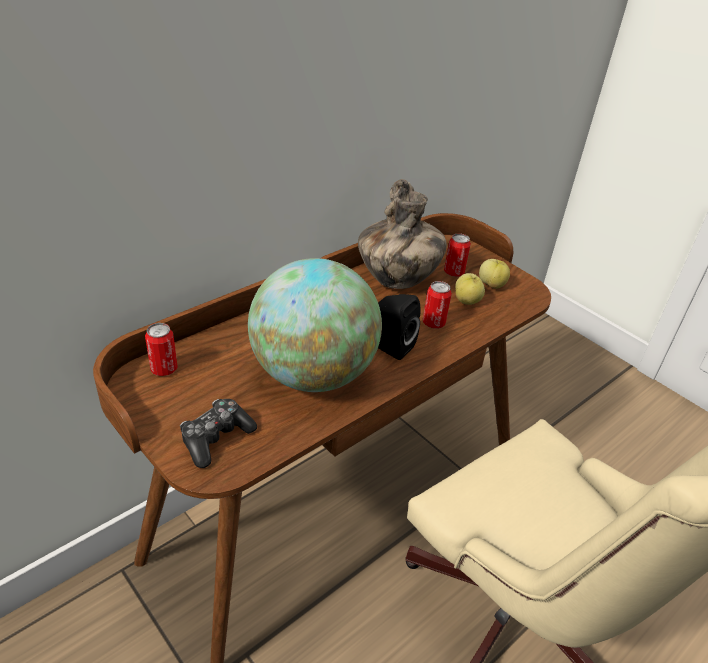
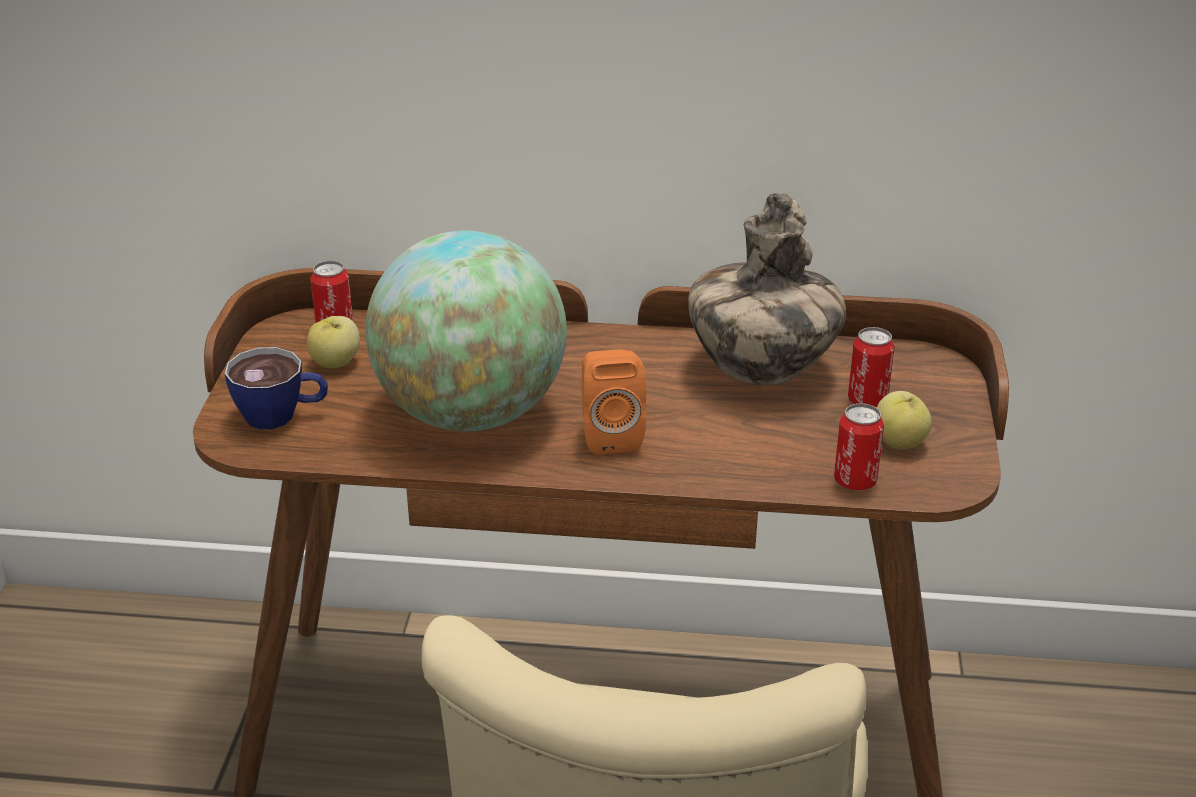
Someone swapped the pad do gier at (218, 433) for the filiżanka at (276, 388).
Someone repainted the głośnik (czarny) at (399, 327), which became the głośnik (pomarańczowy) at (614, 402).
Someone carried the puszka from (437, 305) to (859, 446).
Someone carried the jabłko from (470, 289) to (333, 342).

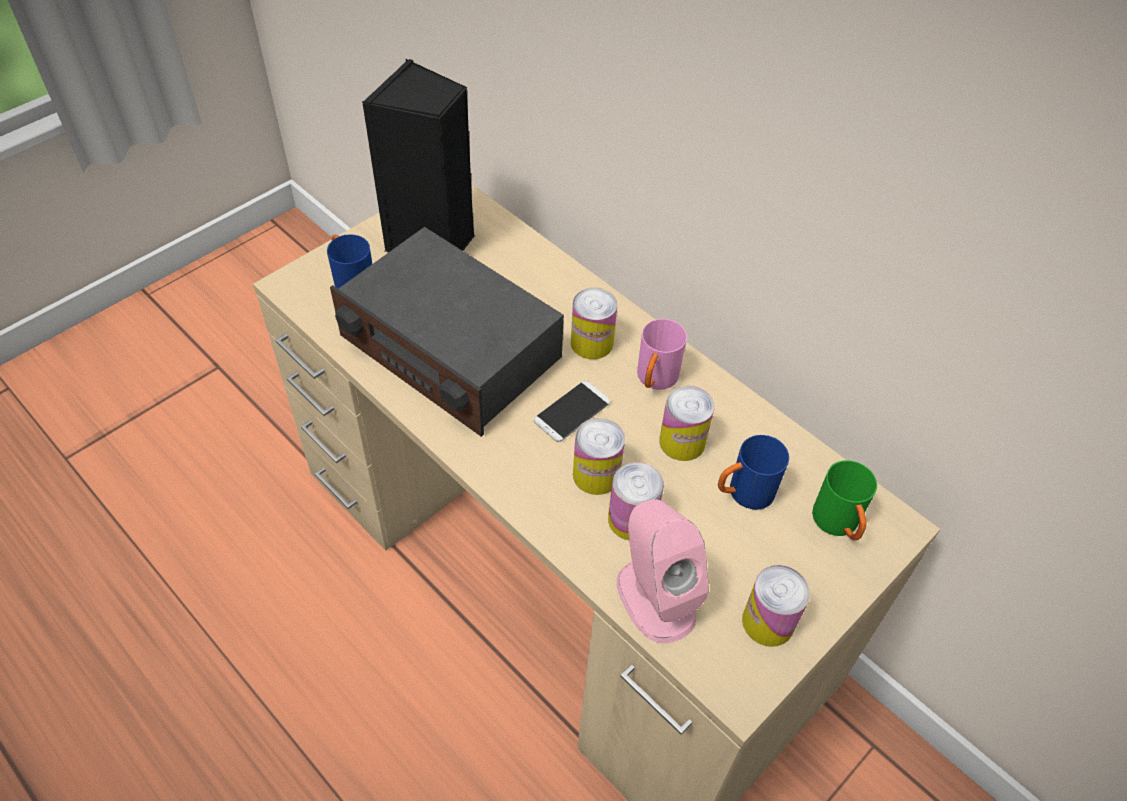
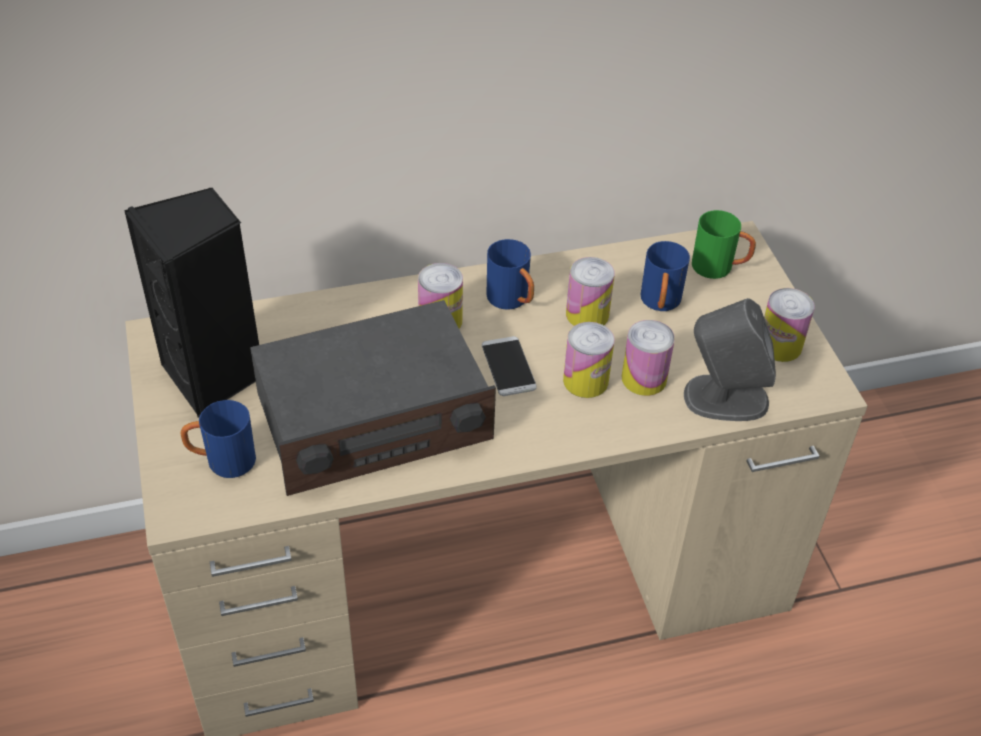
Someone repainted the głośnik (różowy) at (663, 571), which became the głośnik (szary) at (730, 359).
Someone repainted the kubek (różowy) at (662, 354), which became the kubek (niebieski) at (510, 274).

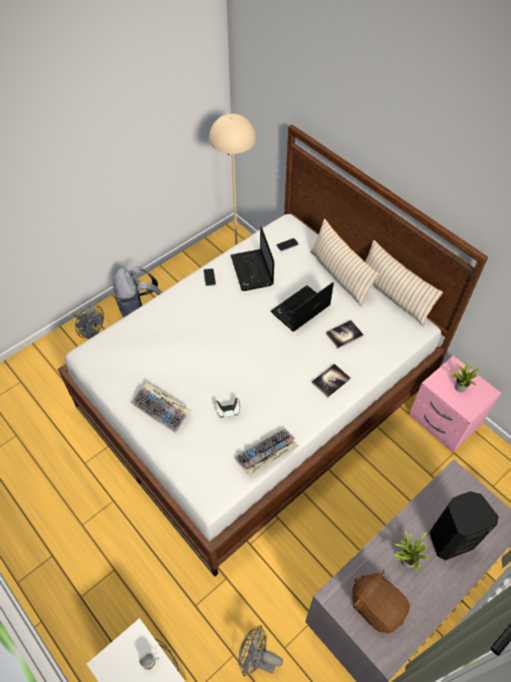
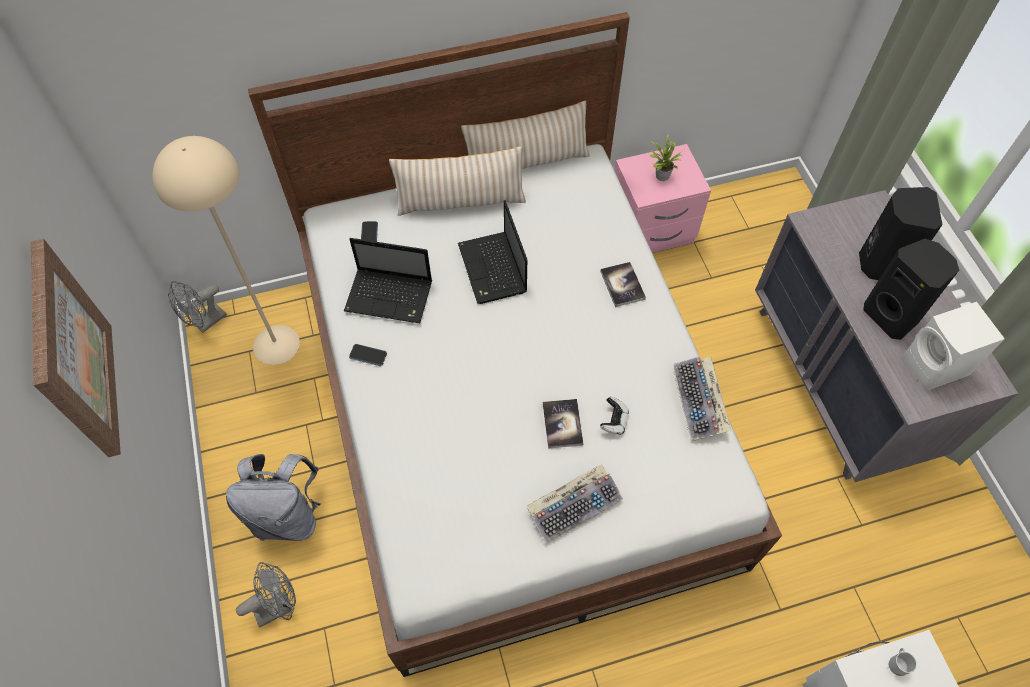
Someone carried the wentylator (szary) from (261, 650) to (197, 307).
Someone carried the książka from (345, 334) to (563, 424).
Someone swapped the pluszak (brązowy) at (381, 601) for the głośnik (biały) at (954, 346).
Someone swapped the roślina doniczkowa at (411, 550) for the głośnik (czarny) at (911, 289).
Someone put up the obraz at (76, 348).

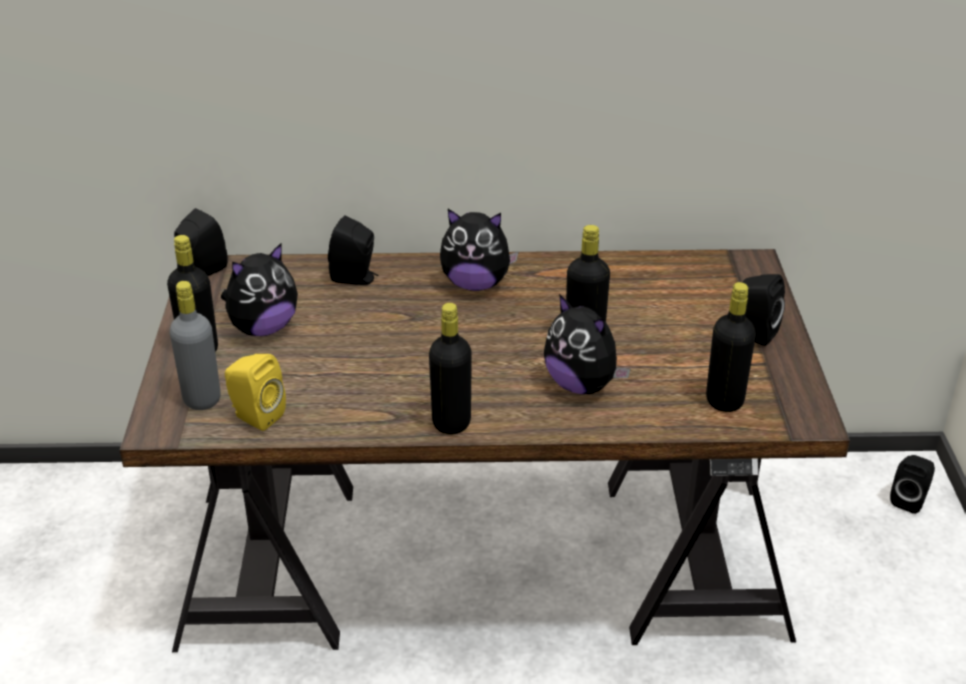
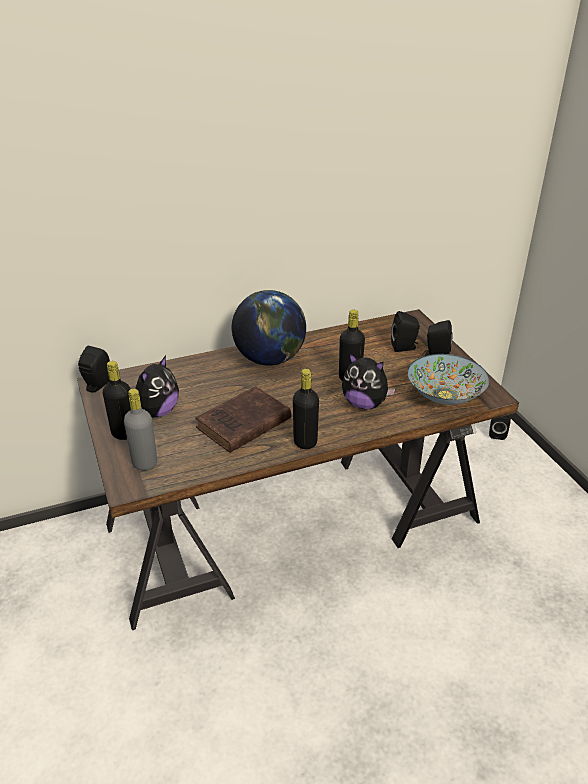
Someone took away the głośnik (żółty) at (255, 392).
Someone carried the głośnik (czarny) from (353, 250) to (405, 331).
Someone swapped the pluszak at (479, 250) for the globus at (269, 328).
Someone swapped the butelka (czarny) at (731, 347) for the miska at (448, 379).
Someone put down the książka (brązowy) at (243, 419).

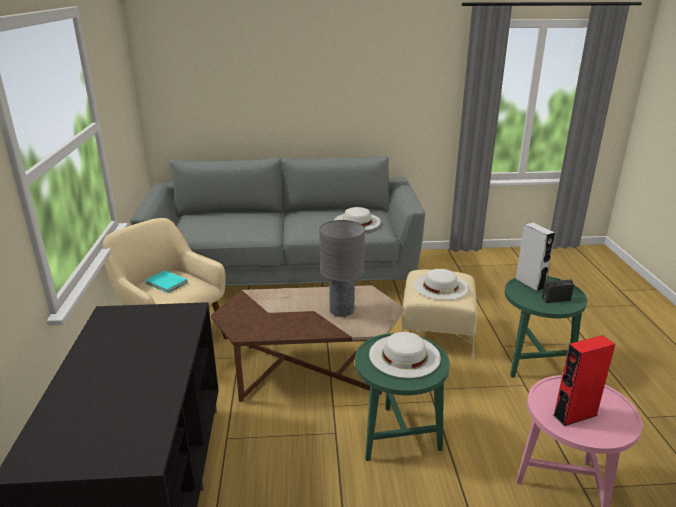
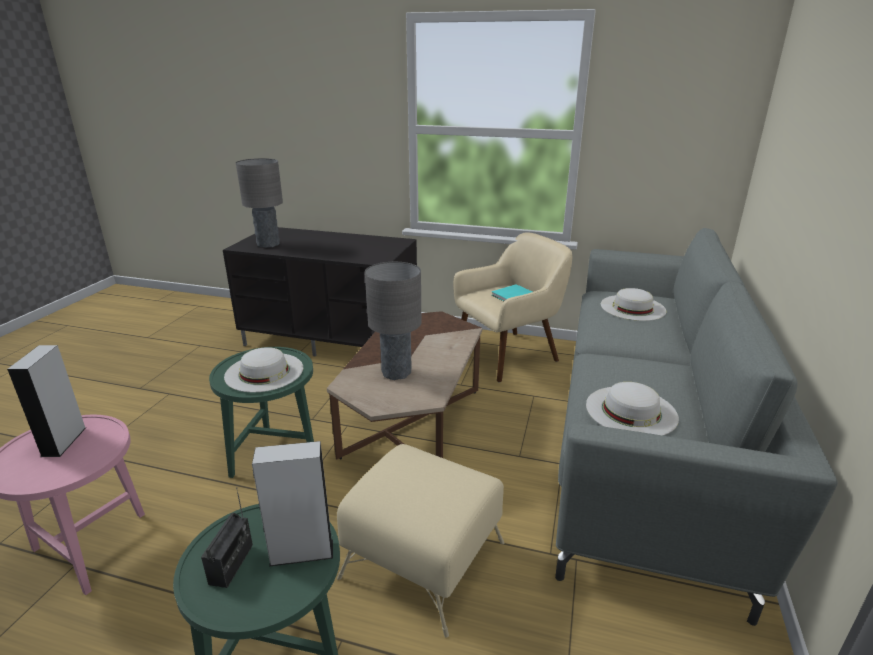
Someone carried the kapelusz (biały) from (441, 284) to (633, 304).
Someone repainted the głośnik (czerwony) at (584, 380), which became the głośnik (szary) at (46, 401).
Someone put down the lampa stołowa (szary) at (259, 203).

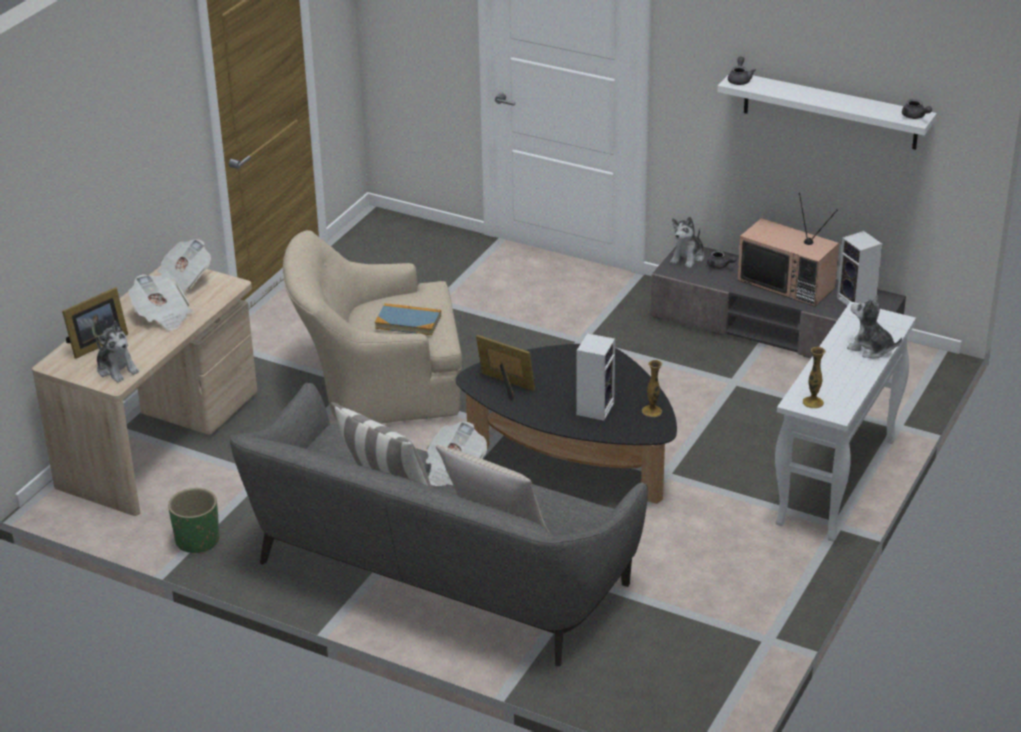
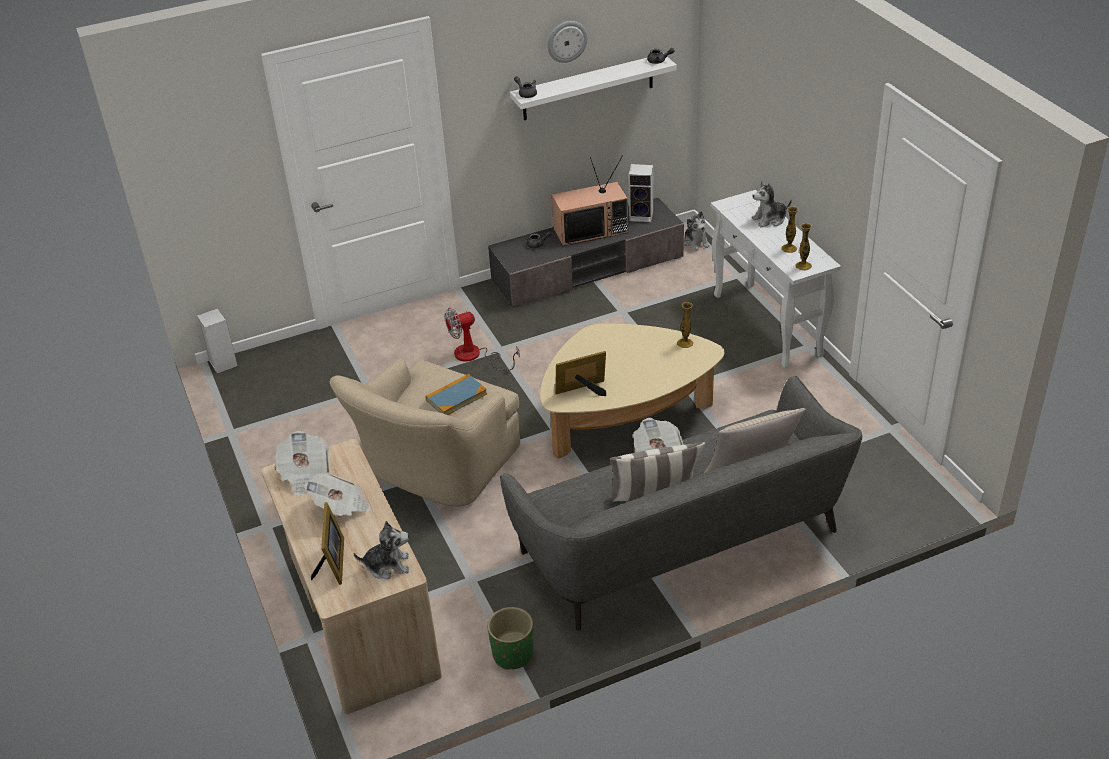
Someone repainted the ława (czarny) at (566, 424), which became the ława (beżowy) at (632, 391).
Someone carried the głośnik from (595, 377) to (217, 340).
Someone carried the pluszak from (687, 242) to (697, 231).
Someone put down the wentylator at (482, 339).
Someone put up the zegar ścienny at (567, 42).
Someone put down the wazon at (790, 229).

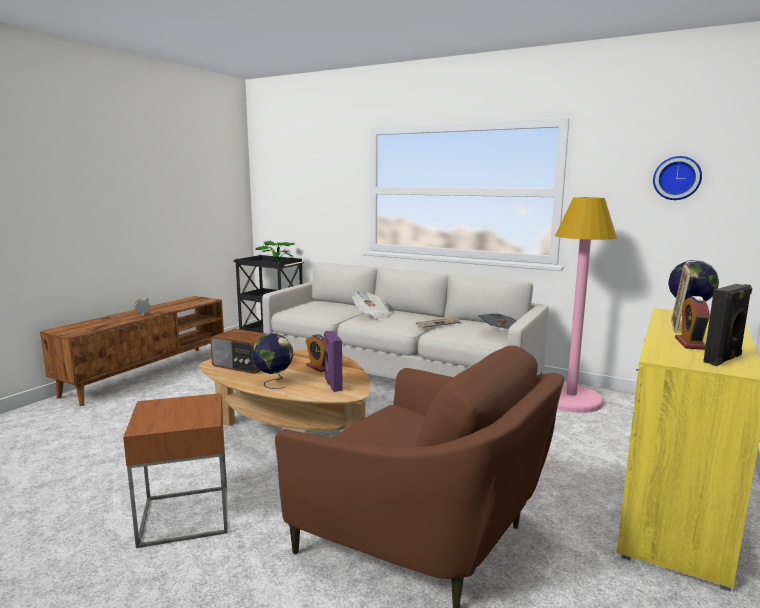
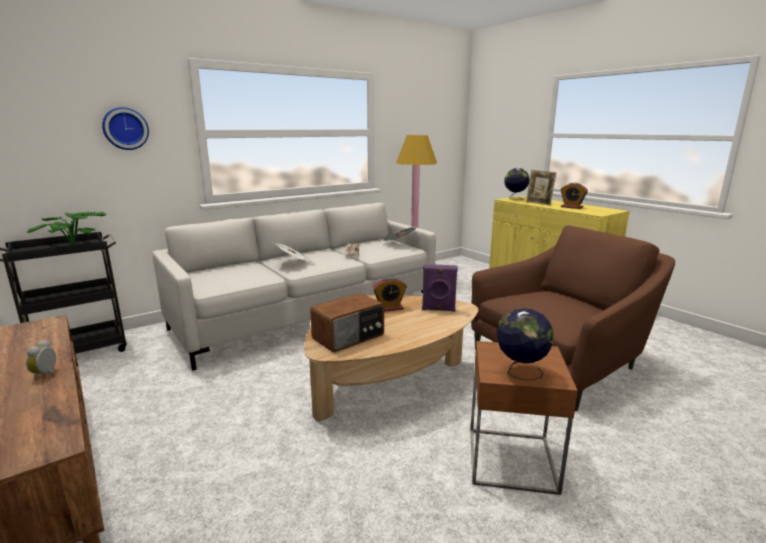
Someone carried the globus from (272, 361) to (525, 344).
Someone carried the zegar ścienny from (677, 178) to (125, 128).
Someone took away the głośnik (czarny) at (727, 325).

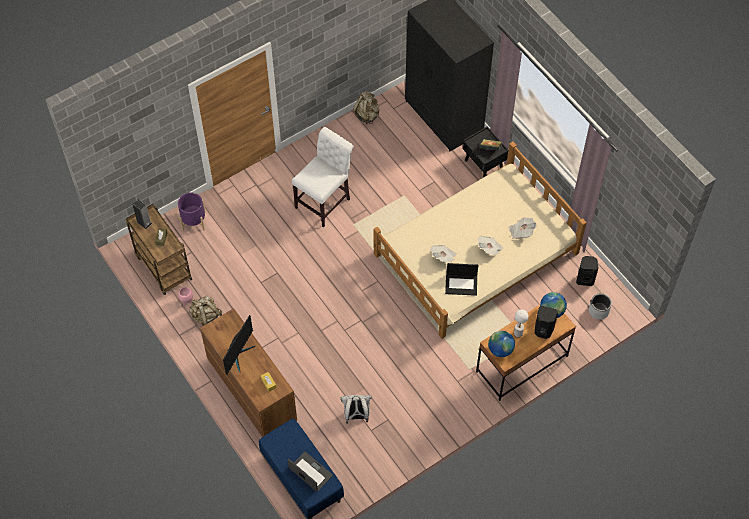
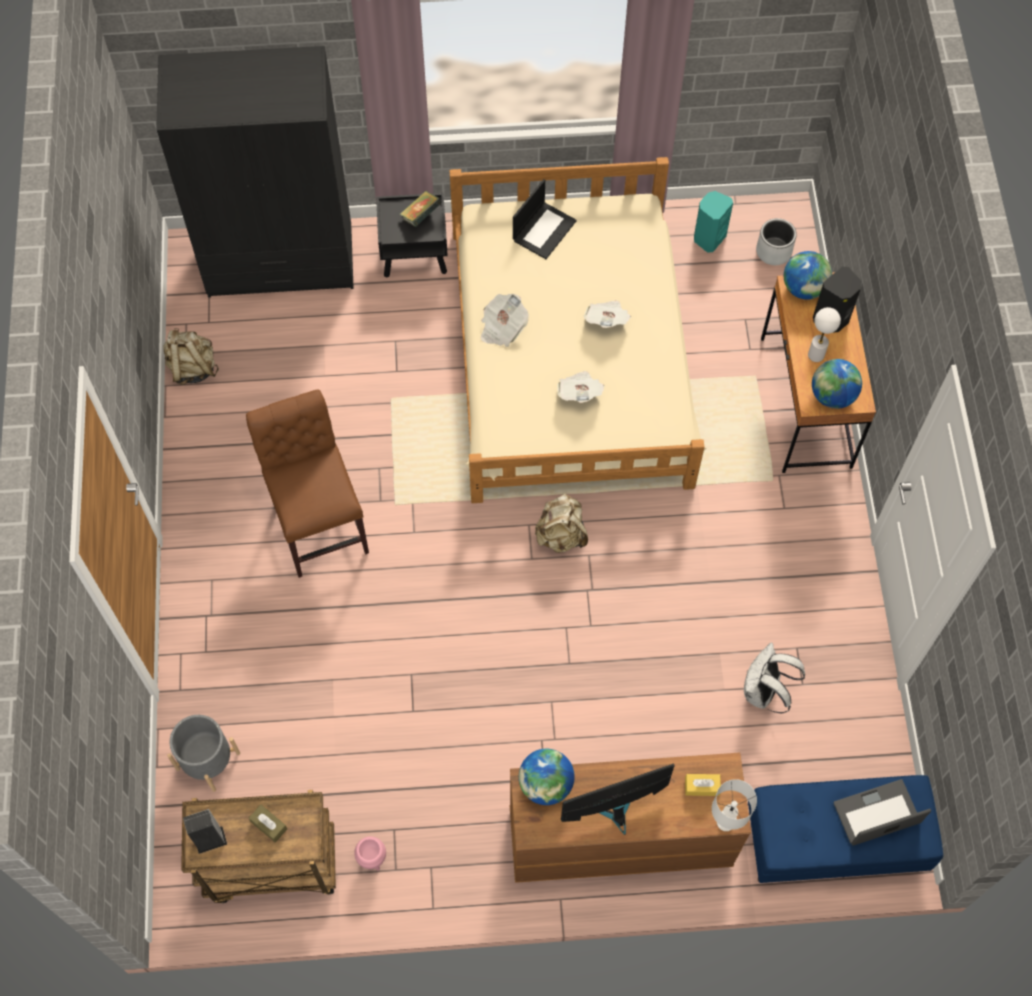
Someone repainted the donica (fioletowy) at (192, 211), which became the donica (szary) at (203, 753).
Someone carried the plecak (beżowy) from (205, 311) to (561, 523).
Someone rotated the monitor at (239, 345) by 75 degrees counterclockwise.
Someone repainted the krzesło (biały) at (323, 177), which became the krzesło (brązowy) at (307, 484).
Someone carried the laptop from (461, 279) to (545, 219).
Someone carried the gazeta from (523, 228) to (505, 320).
Someone repainted the głośnik (czarny) at (587, 271), which became the głośnik (turkusowy) at (713, 222).
Someone put down the globus at (547, 777).
Someone put down the lampa stołowa (biały) at (734, 805).

